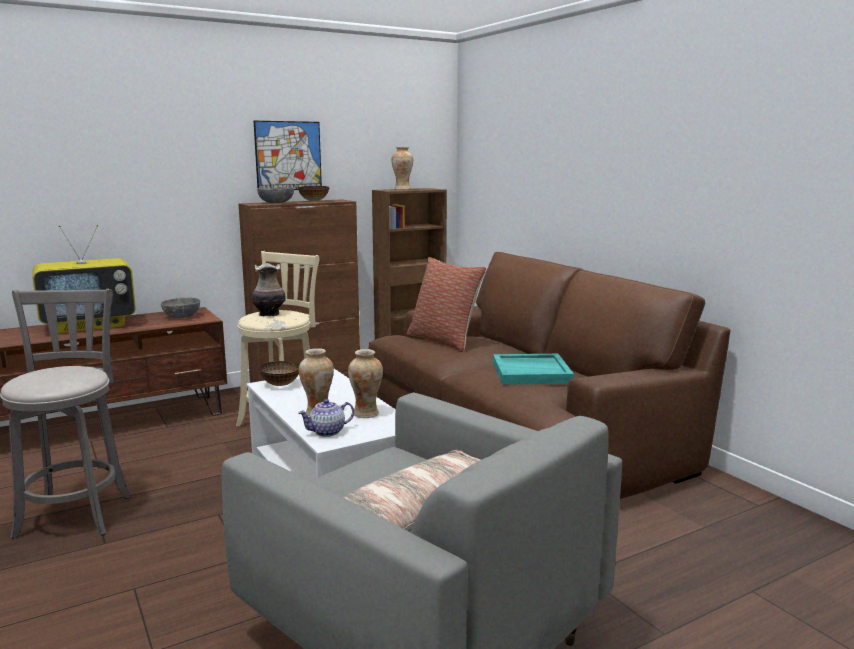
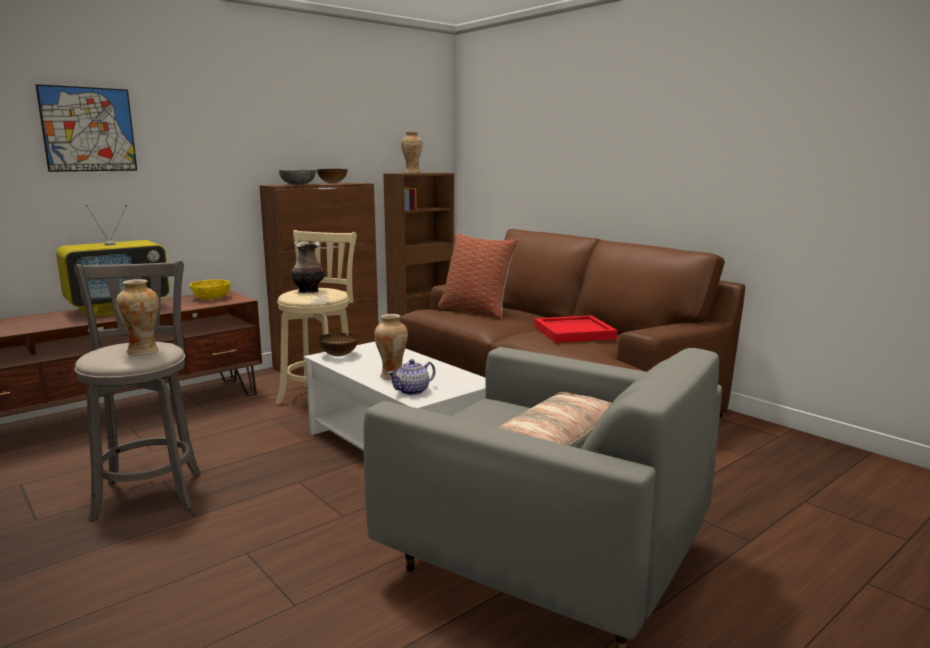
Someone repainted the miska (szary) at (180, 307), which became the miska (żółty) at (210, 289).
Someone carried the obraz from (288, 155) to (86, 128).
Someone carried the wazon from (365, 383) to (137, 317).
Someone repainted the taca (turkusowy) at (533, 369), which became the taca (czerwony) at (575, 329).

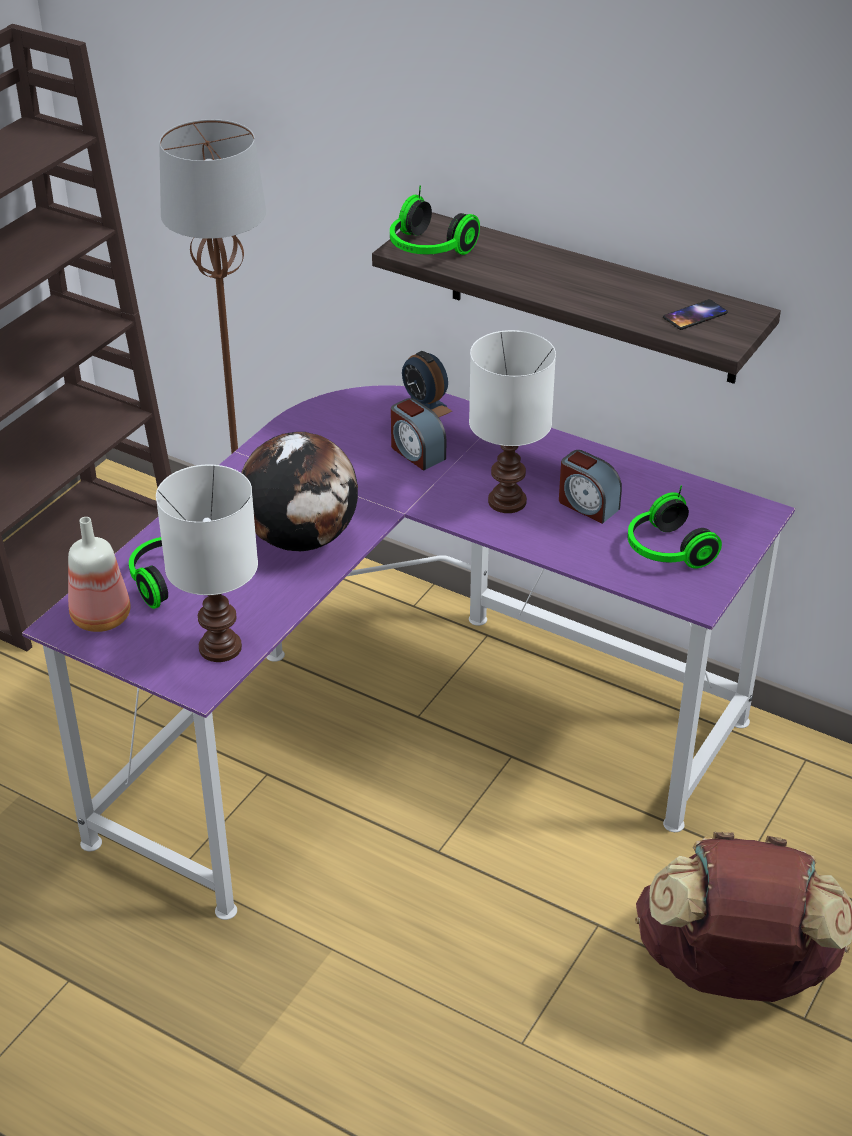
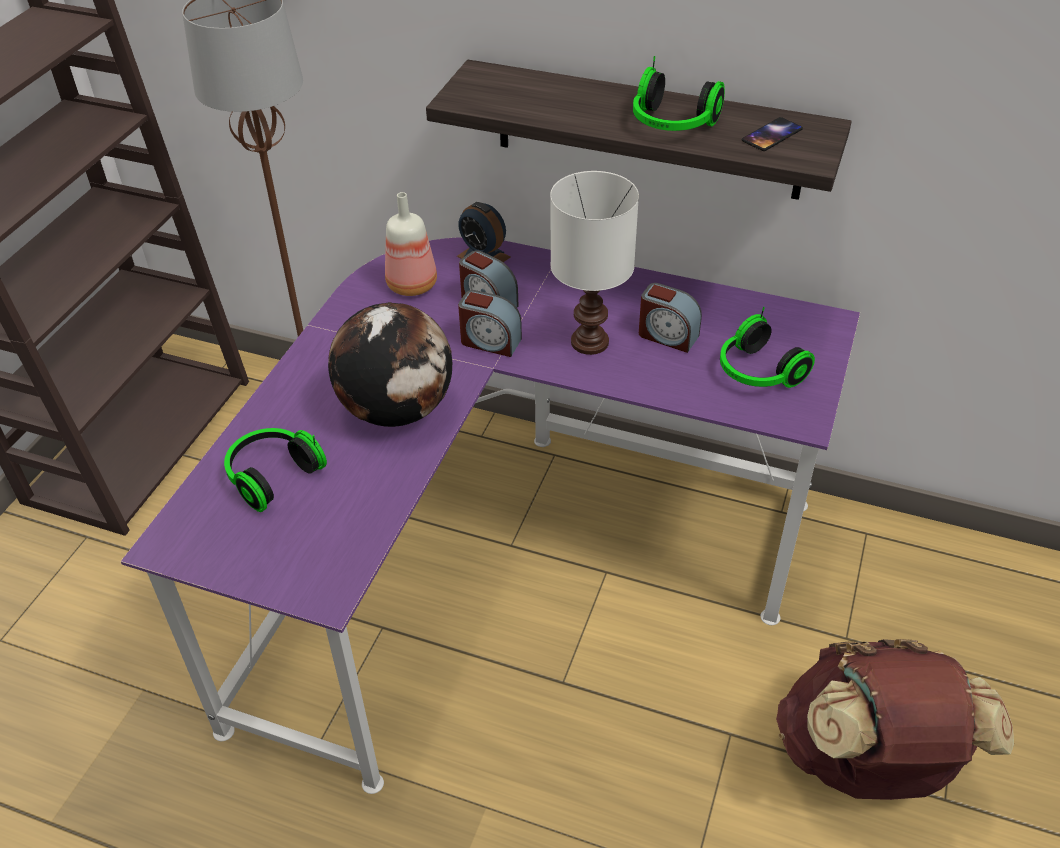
Someone carried the butelka from (99, 574) to (411, 244).
Someone took away the lampa stołowa (biały) at (207, 563).
Someone carried the słuchawki from (435, 220) to (679, 93).
Someone put down the budzik at (490, 323).

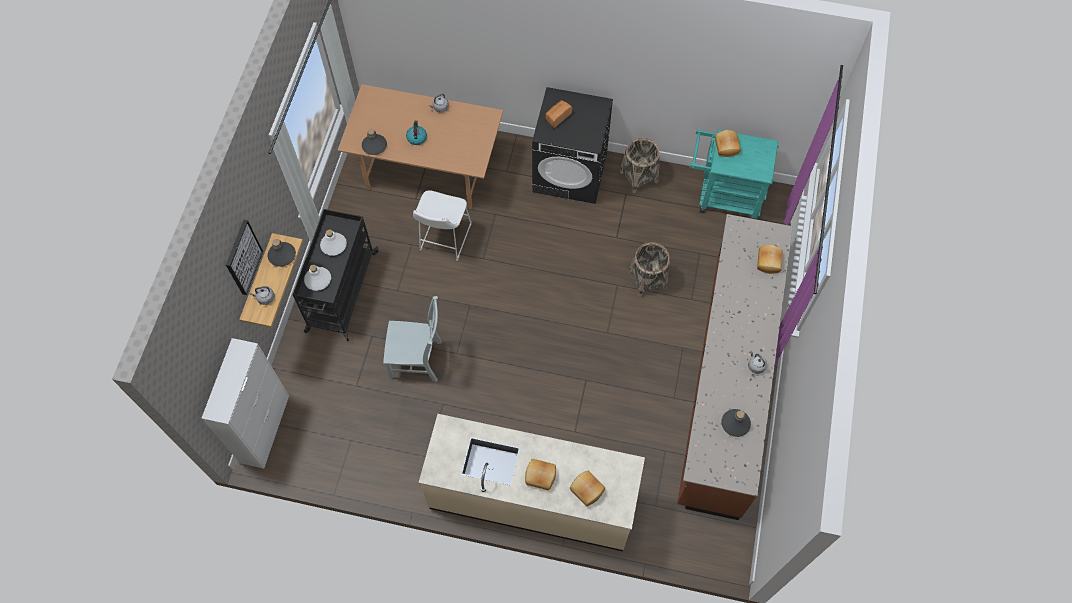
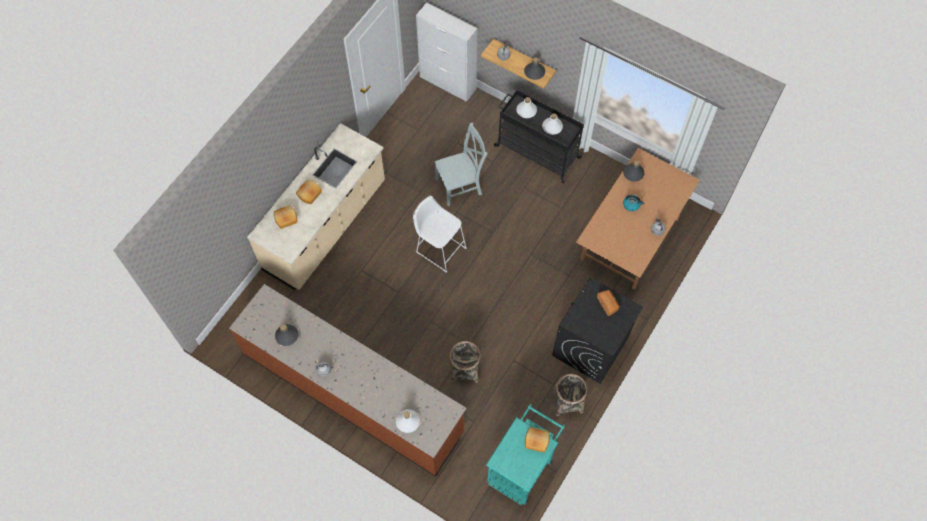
Someone took away the obraz at (244, 257).
Someone rotated the krzesło (szary) at (412, 339) by 135 degrees counterclockwise.
Someone carried the stołek (biały) from (442, 225) to (440, 234).
Someone swapped the chleb at (770, 259) for the butelka (biały) at (408, 421).

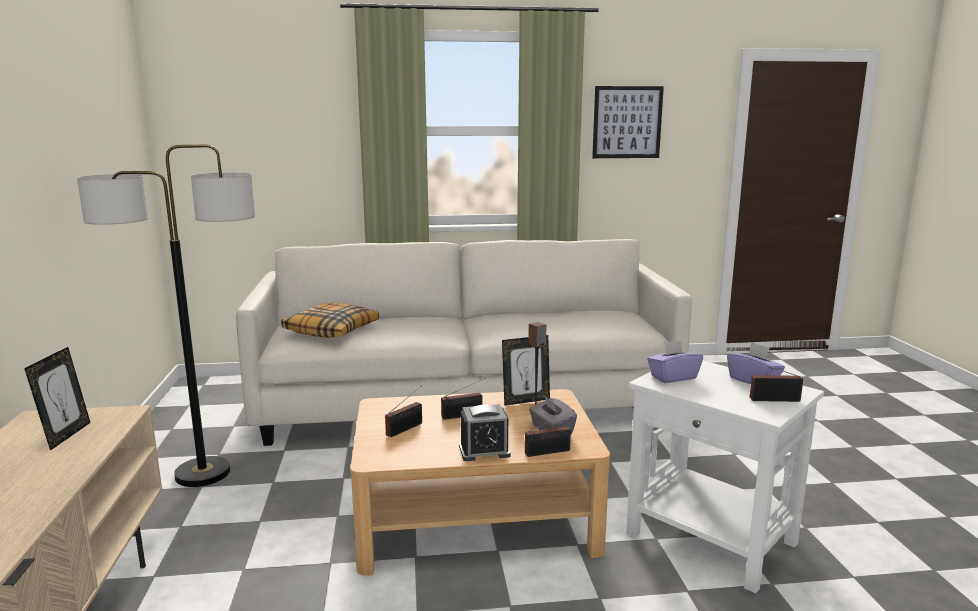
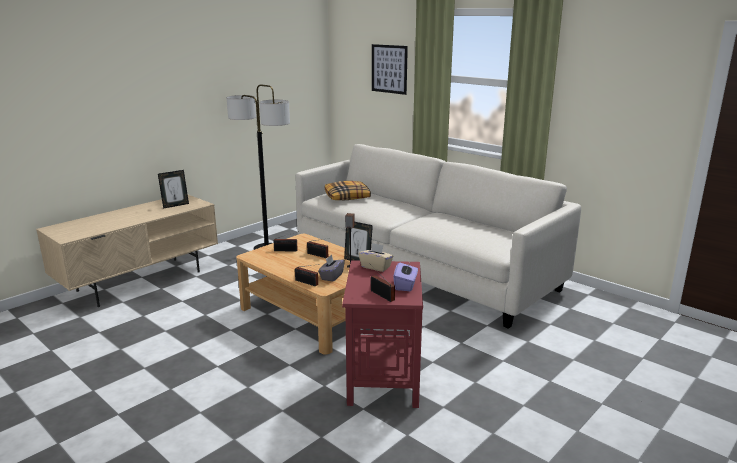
Someone took away the budzik at (485, 432).
Someone carried the obraz from (628, 122) to (390, 69).
Someone repainted the stolik (biały) at (725, 477), which became the stolik (czerwony) at (382, 334).
Someone repainted the pudełko chusteczek (fioletowy) at (675, 361), which became the pudełko chusteczek (beżowy) at (376, 257).

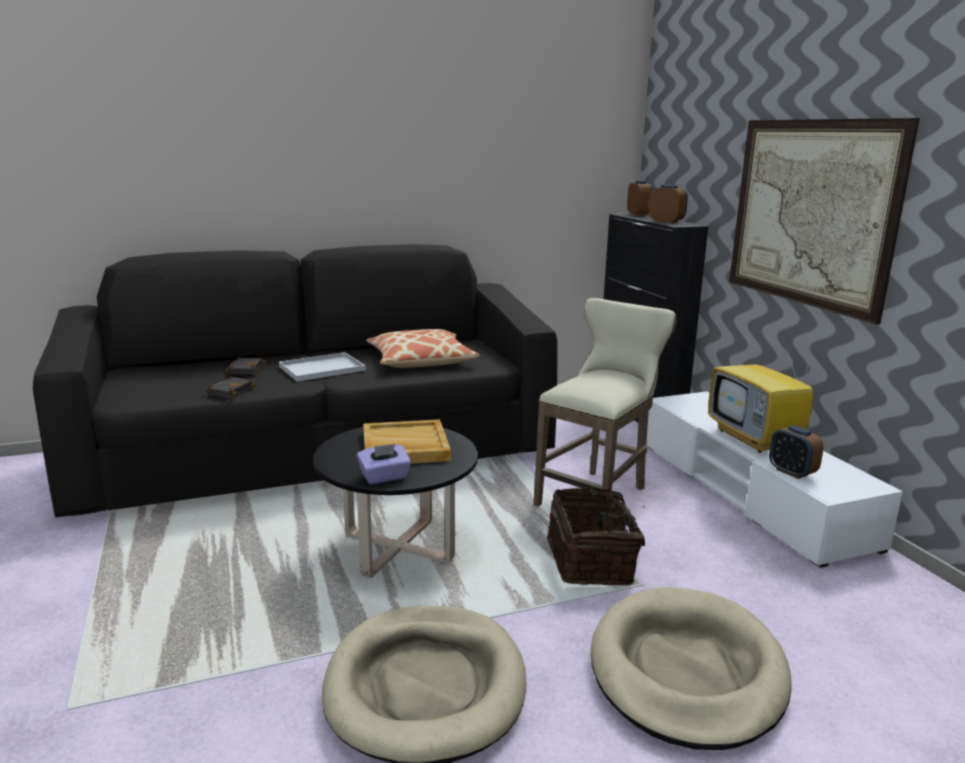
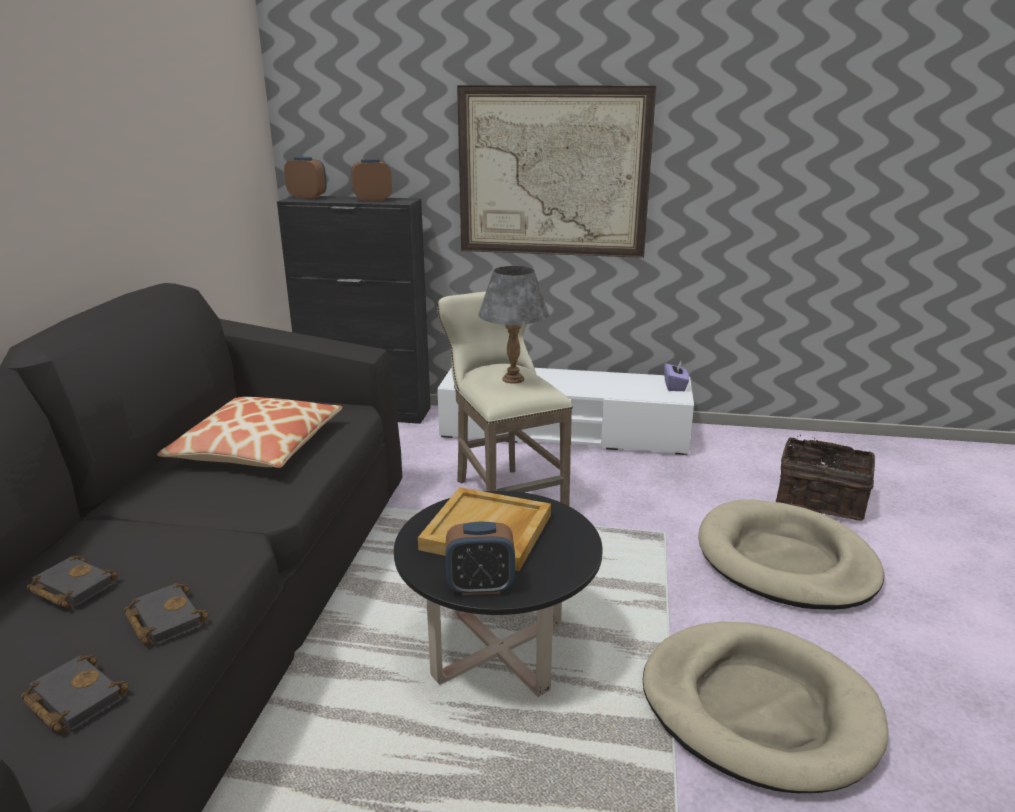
Someone took away the taca (biały) at (322, 367).
Someone carried the pudełko chusteczek (fioletowy) from (384, 464) to (676, 375).
Someone carried the koszyk from (596, 536) to (825, 478).
Someone took away the telewizor at (760, 394).
Someone carried the budzik from (796, 452) to (480, 558).
Someone put down the książka (czarny) at (75, 694).
Someone put down the lampa stołowa (szary) at (513, 325).

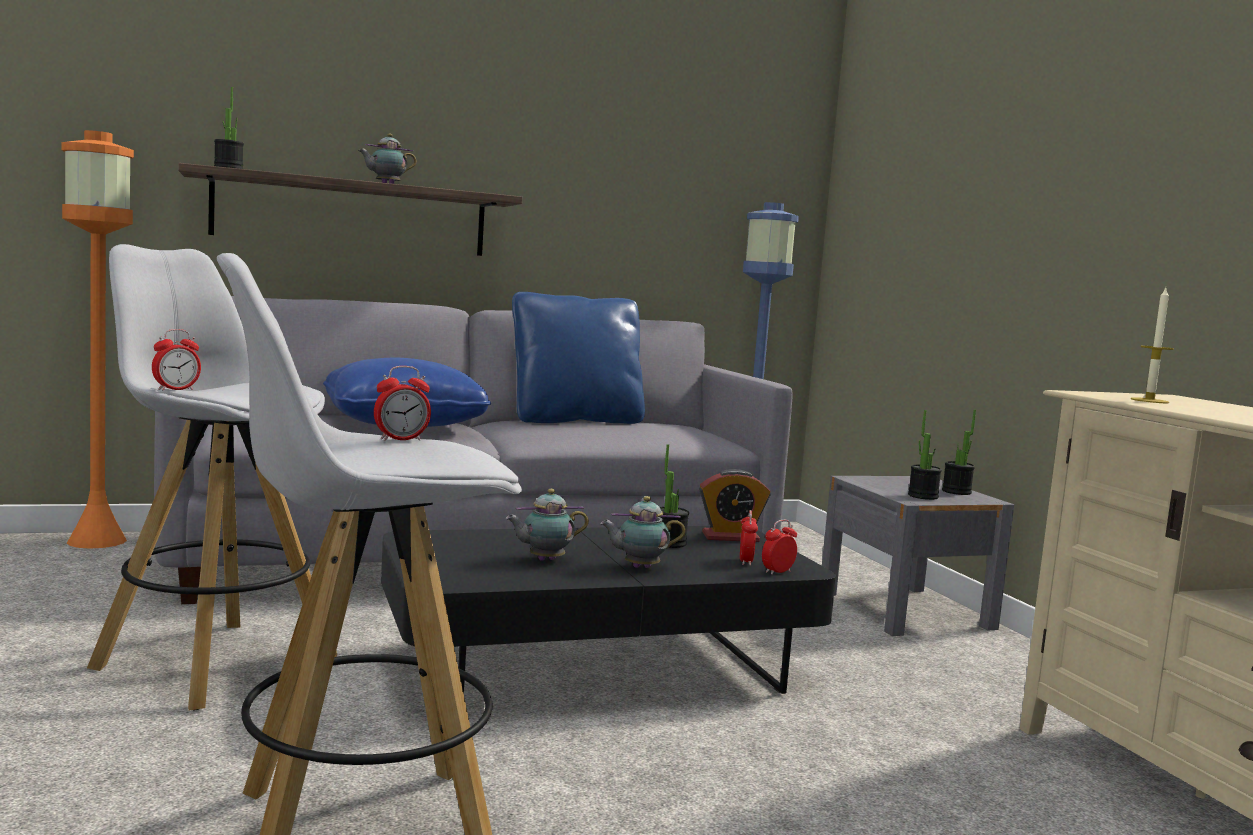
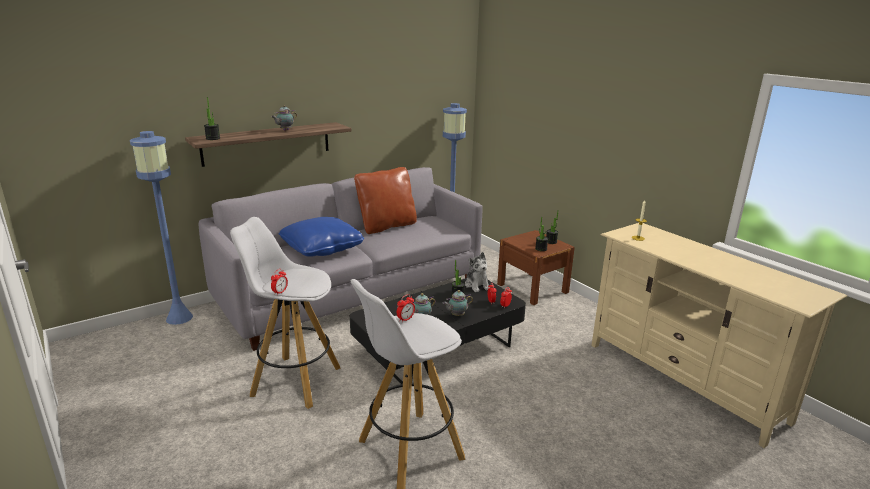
Someone repainted the lampa stojąca (pomarańczowy) at (97, 339), which became the lampa stojąca (niebieski) at (161, 228).
Someone repainted the poduszka (niebieski) at (578, 358), which became the poduszka (brązowy) at (385, 200).
Someone swapped the budzik at (735, 505) for the pluszak at (477, 272).
Someone repainted the szafka nocna (szary) at (918, 556), which became the szafka nocna (brązowy) at (536, 267).

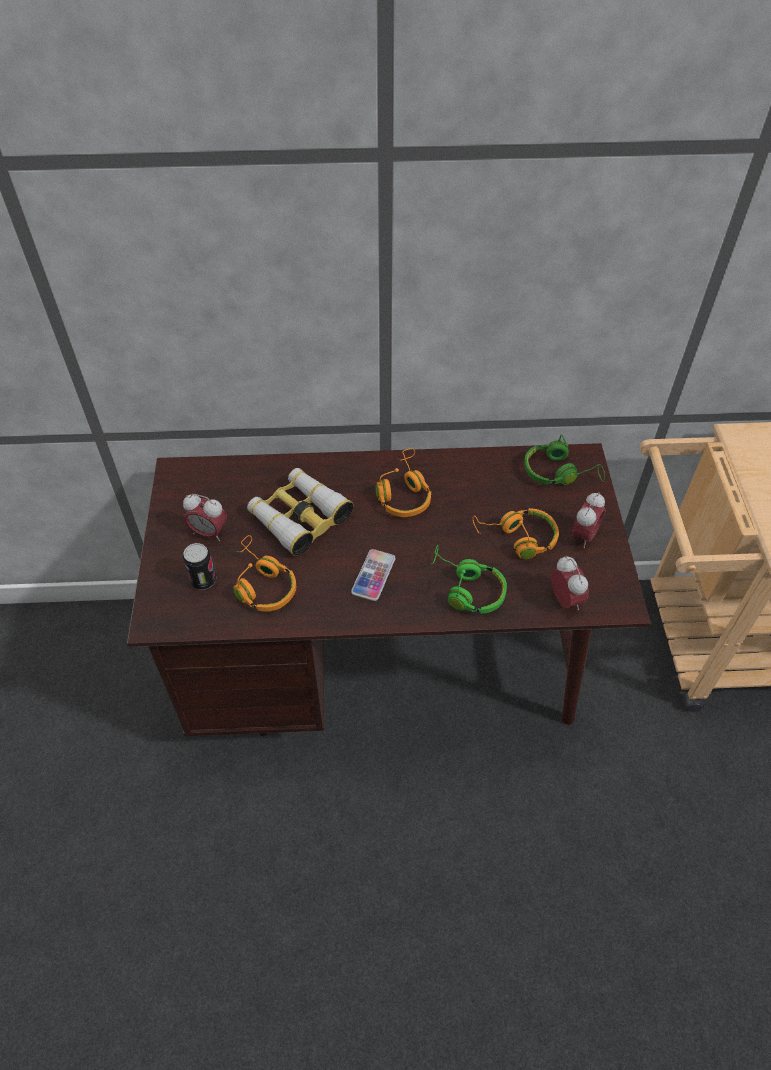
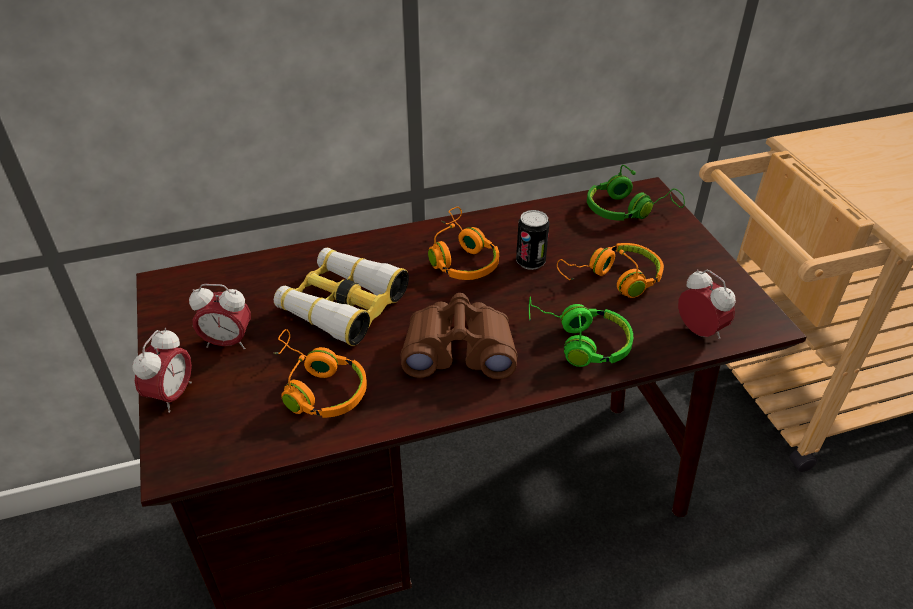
Someone carried the puszka from (199, 566) to (532, 240).
Someone swapped the telefon at (373, 575) for the lornetka (brązowy) at (459, 336).
Someone carried the budzik from (588, 520) to (162, 370).

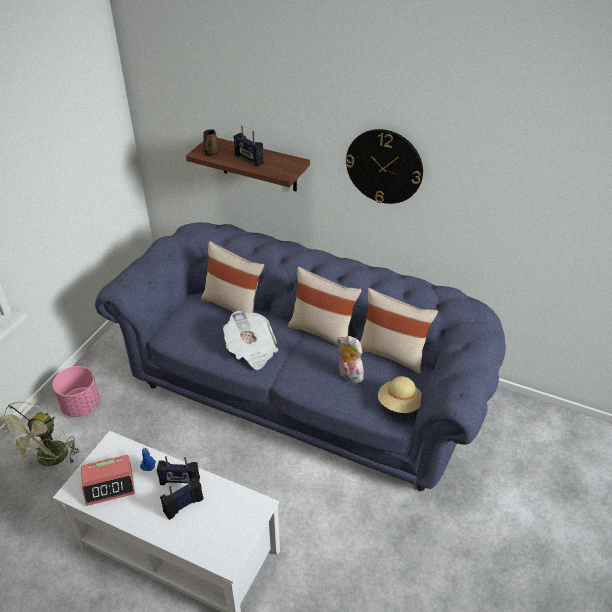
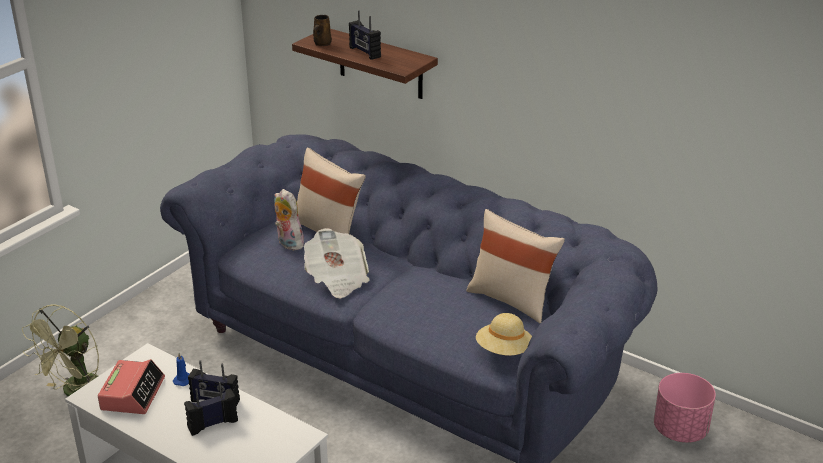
Someone carried the donica (różowy) from (76, 391) to (685, 408).
Someone rotated the budzik at (108, 480) by 75 degrees counterclockwise.
Someone took away the poduszka (beżowy) at (324, 306).
Someone carried the pluszak from (351, 359) to (289, 219).
Someone took away the zegar ścienny at (384, 166).

